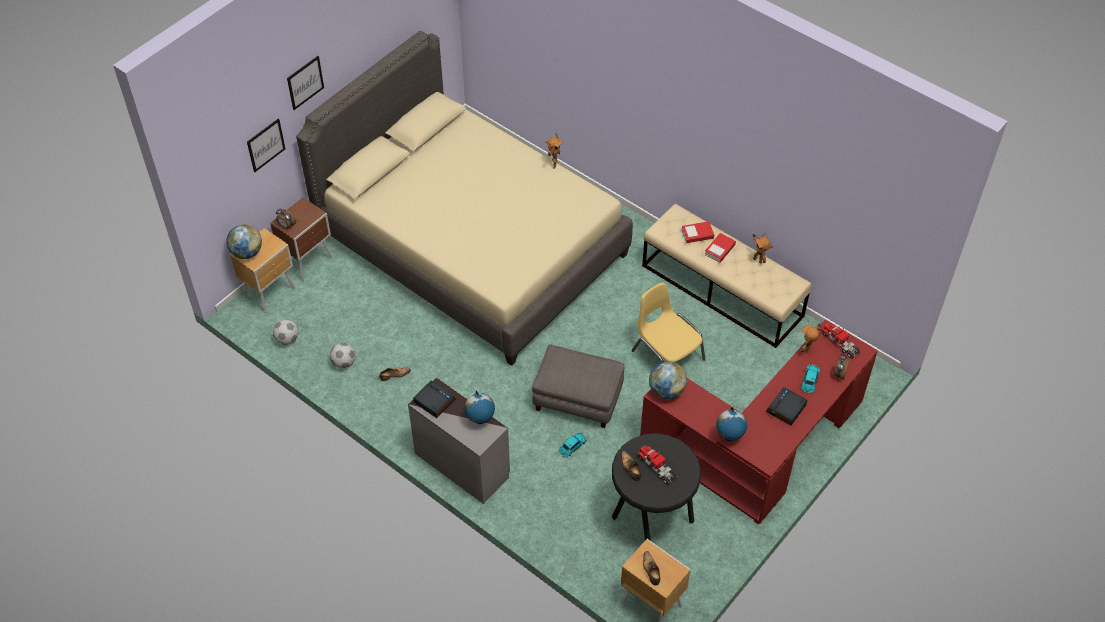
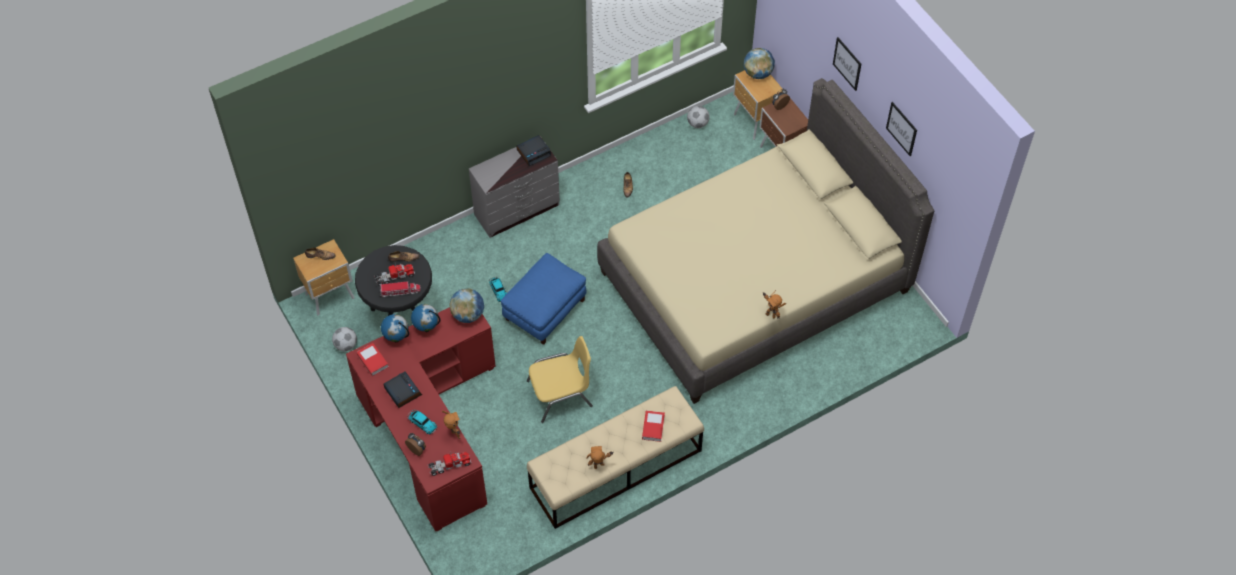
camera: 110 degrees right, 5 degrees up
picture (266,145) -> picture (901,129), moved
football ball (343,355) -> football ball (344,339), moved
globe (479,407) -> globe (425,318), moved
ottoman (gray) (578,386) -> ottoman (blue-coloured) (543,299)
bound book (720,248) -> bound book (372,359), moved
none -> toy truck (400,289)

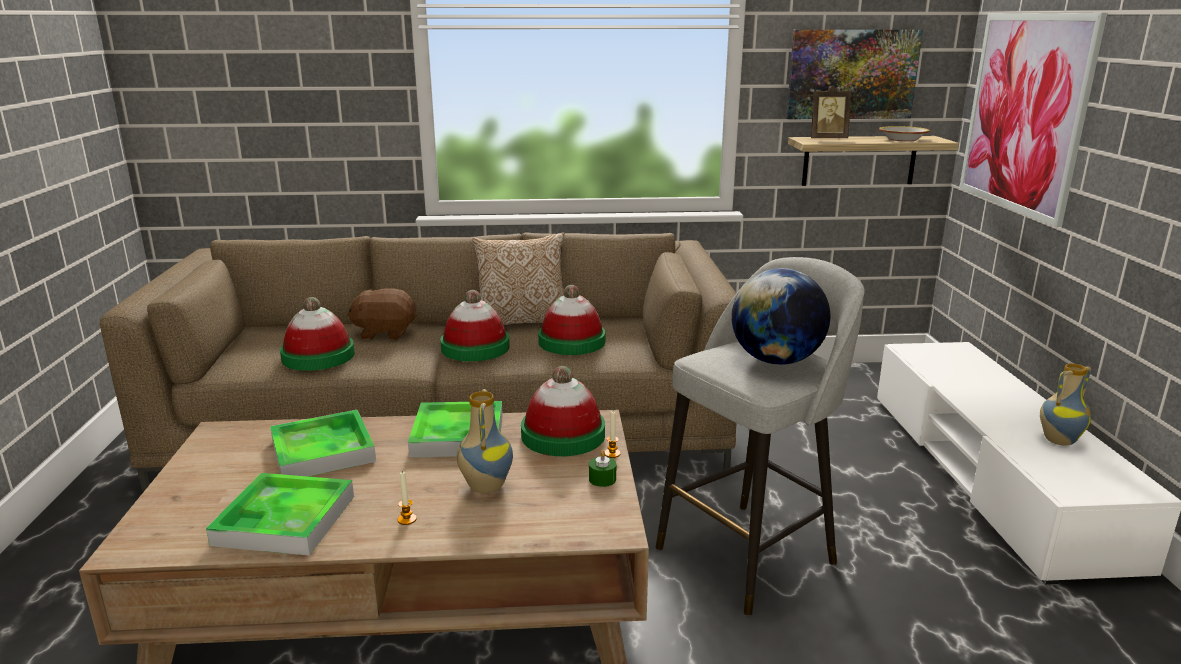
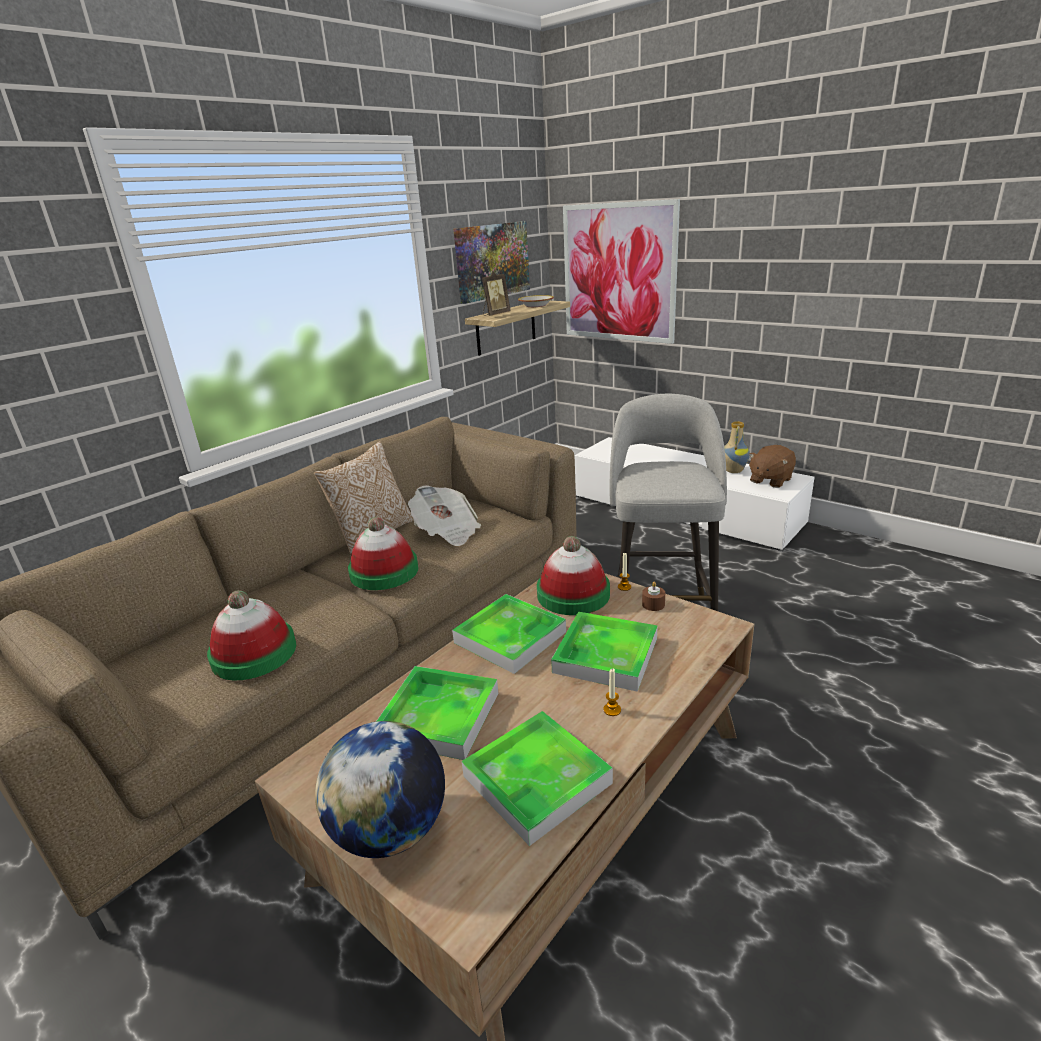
camera: 45 degrees left, 5 degrees up
soft toy (brownish) (382,314) -> soft toy (brownish) (772,466), moved
decorative vase (485,441) -> tray (604,652)
clothing hat (571,320) -> daily paper (444,515)
wax candle (green-coloured) (602,468) -> wax candle (brownish) (653,596)
globe (780,316) -> globe (380,789), moved

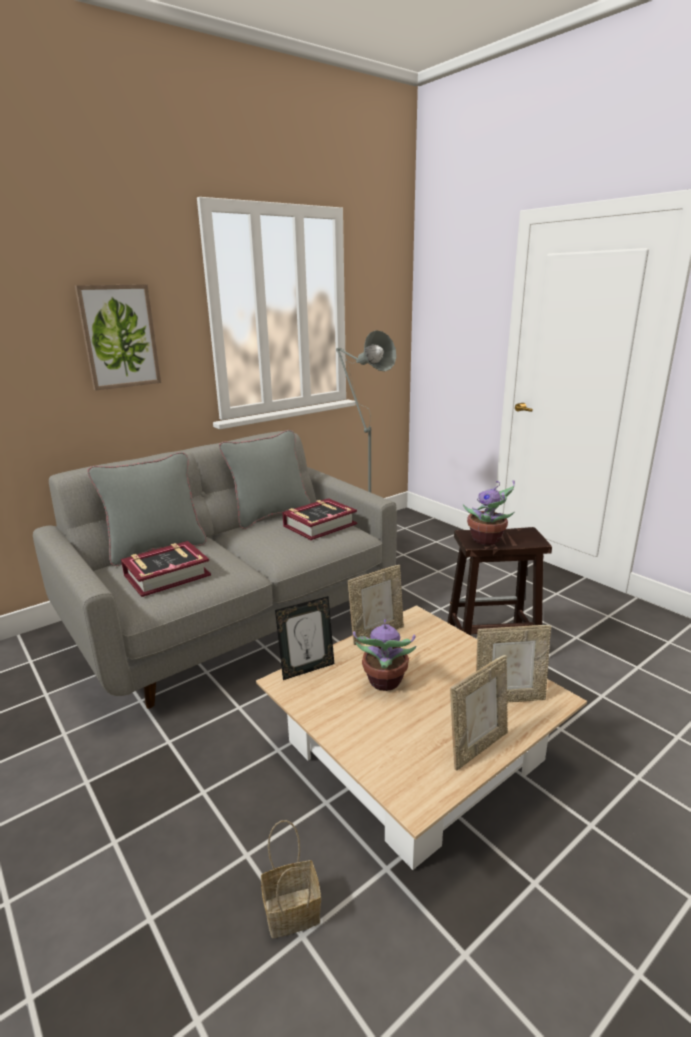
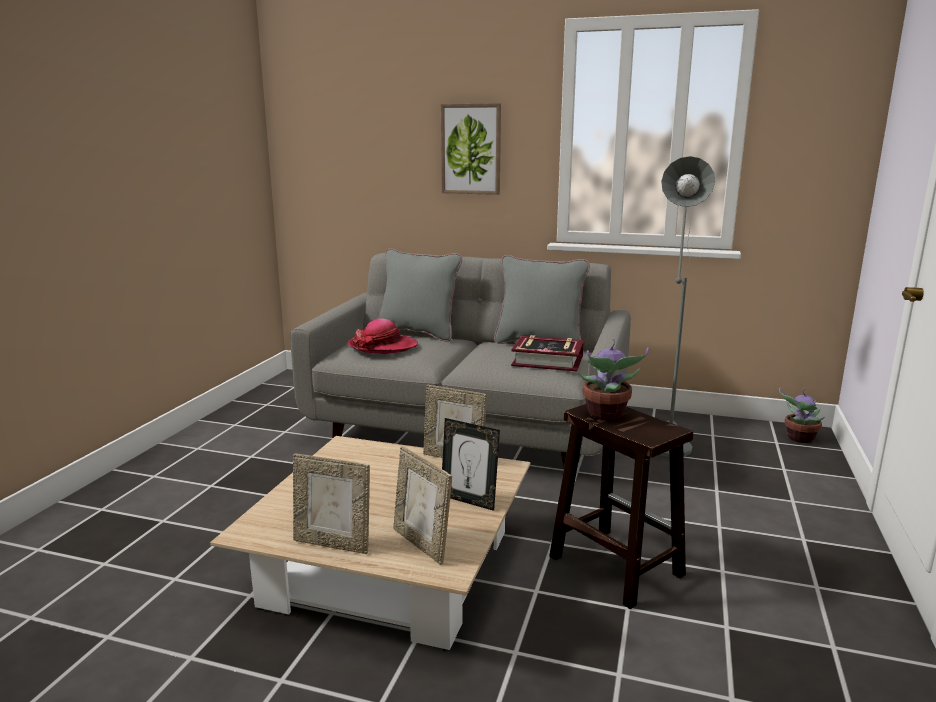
camera: 55 degrees right, 5 degrees down
bound book (166,569) -> clothing hat (382,336)
basket (291,879) -> none
standing frame (304,638) -> standing frame (471,464), moved
plant in a pot (384,655) -> plant in a pot (801,415), moved

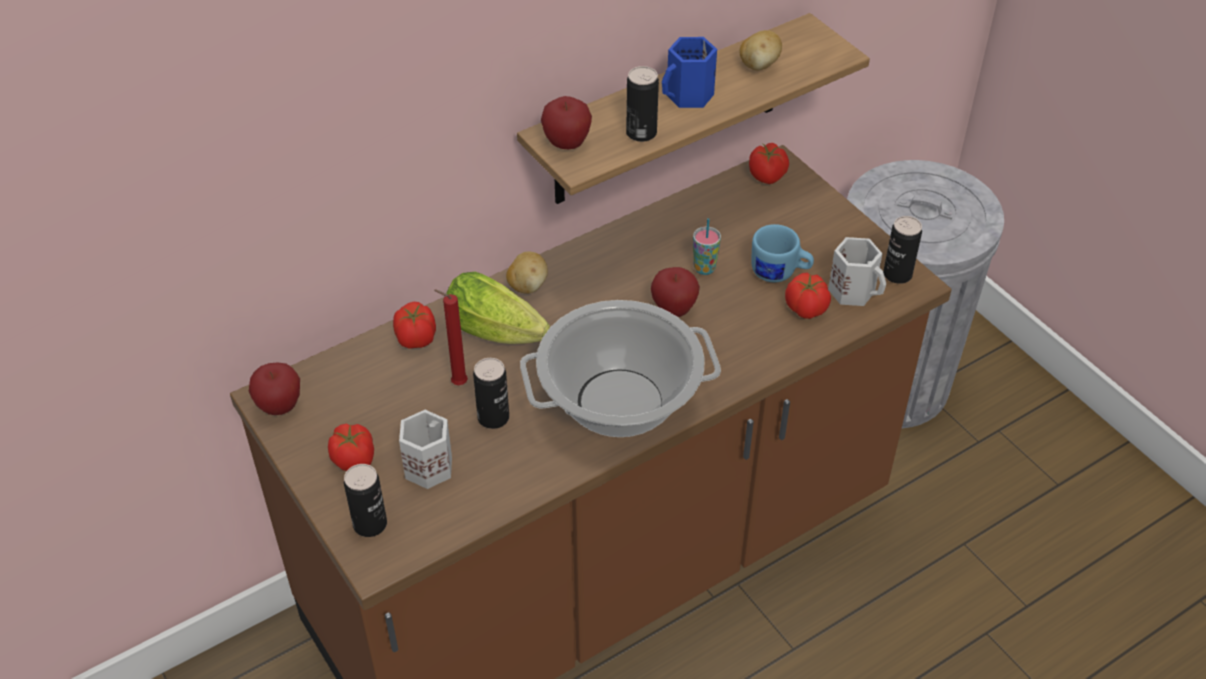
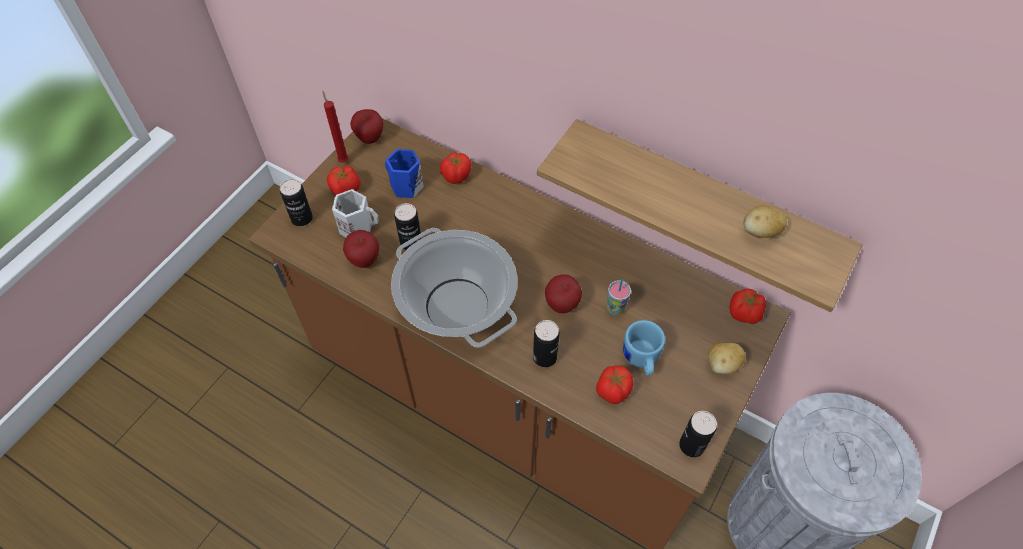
camera: 65 degrees right, 10 degrees up
wax candle (reddish) (451,337) -> wax candle (reddish) (335,127), moved
lettuce head (498,308) -> none
whole potato (527,272) -> whole potato (726,358), moved
apple fruit (566,122) -> apple fruit (361,249), moved
can (642,104) -> can (546,343), moved
tea mug (blue-coloured) (689,72) -> tea mug (blue-coloured) (404,173), moved
tea mug (white) (857,271) -> none

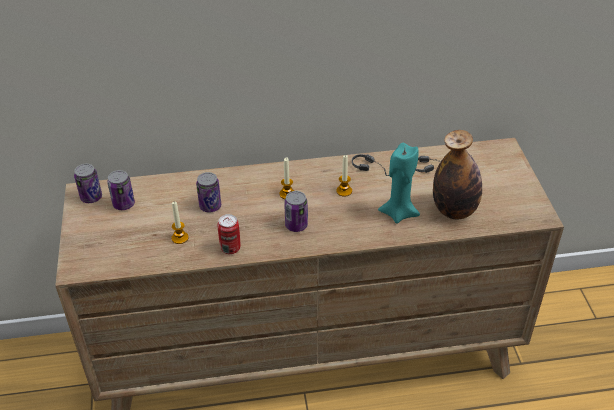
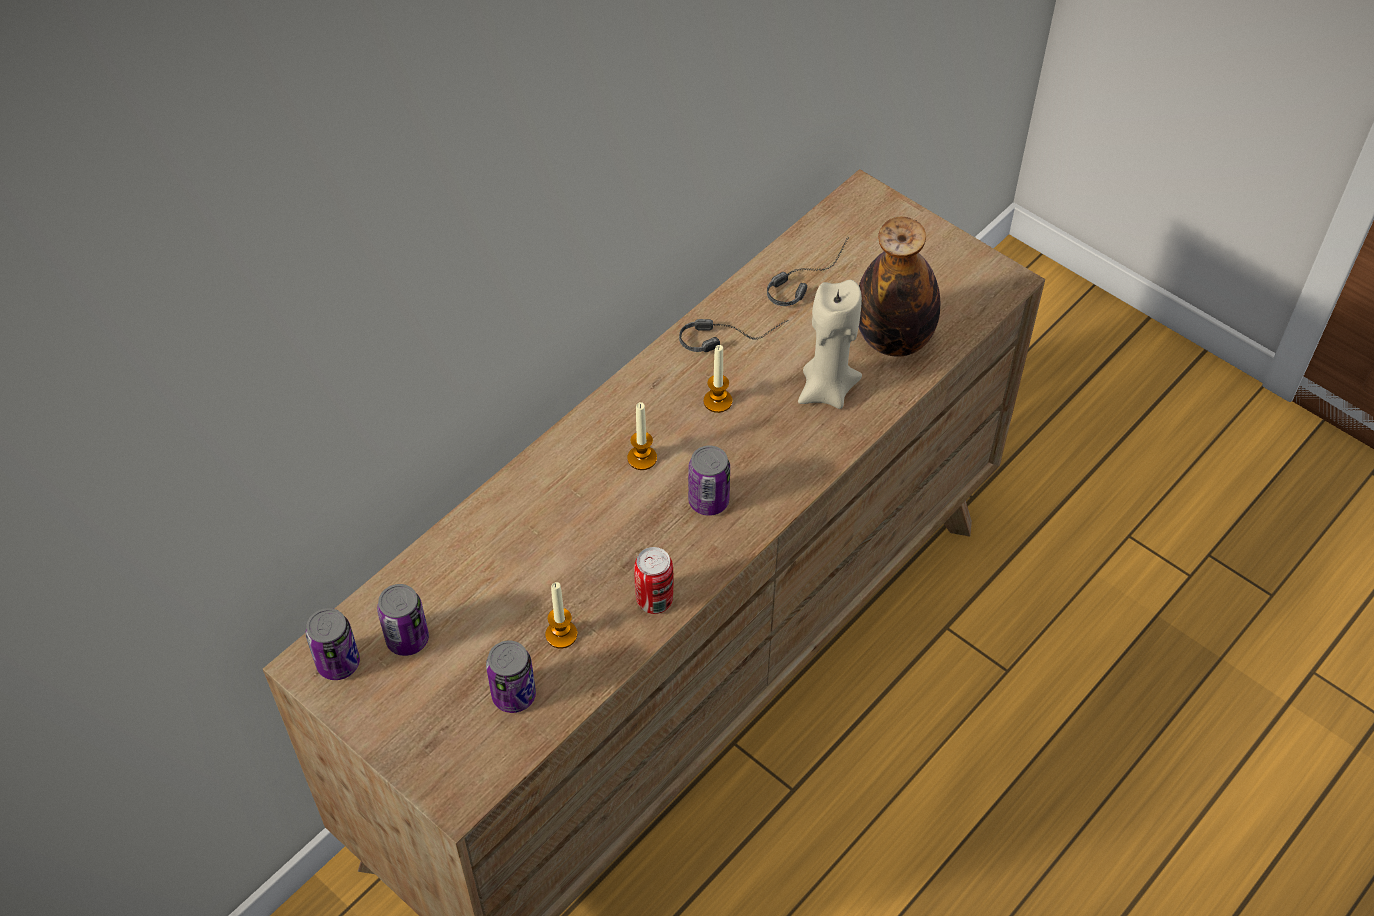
camera: 40 degrees left, 10 degrees up
can (208,192) -> can (511,677), moved
wax candle (turquoise) (399,183) -> wax candle (beige-coloured) (830,344)

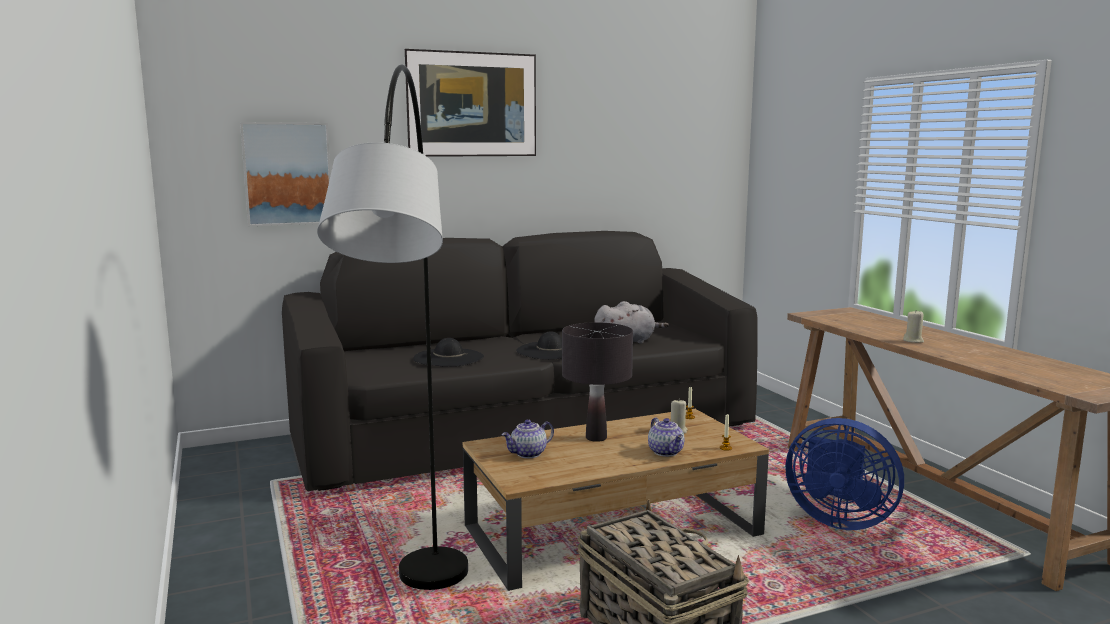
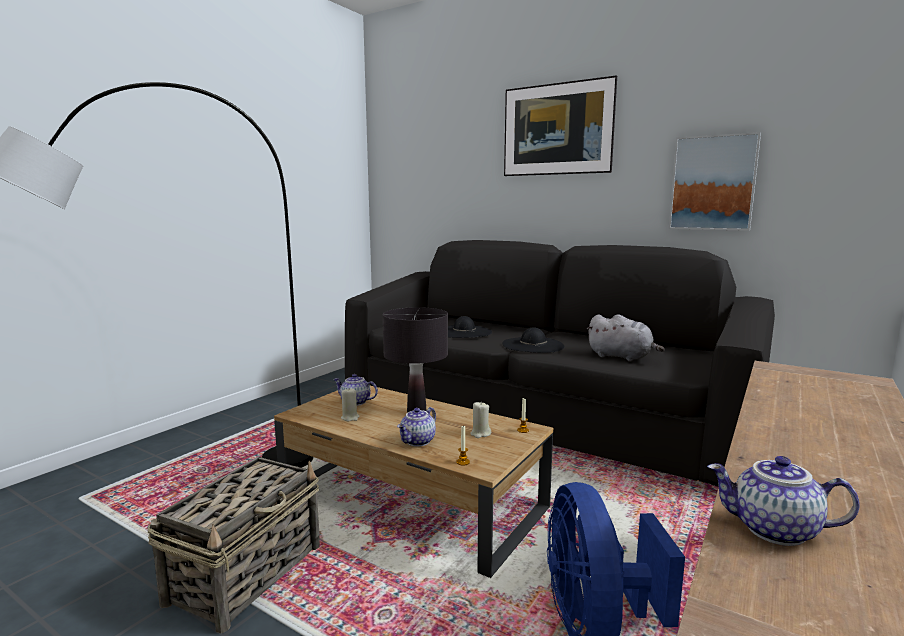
camera: 55 degrees right, 0 degrees up
picture (285,174) -> picture (715,181), moved
wax candle (beige-coloured) (913,327) -> wax candle (beige-coloured) (350,405), moved
none -> tea pot (783,501)

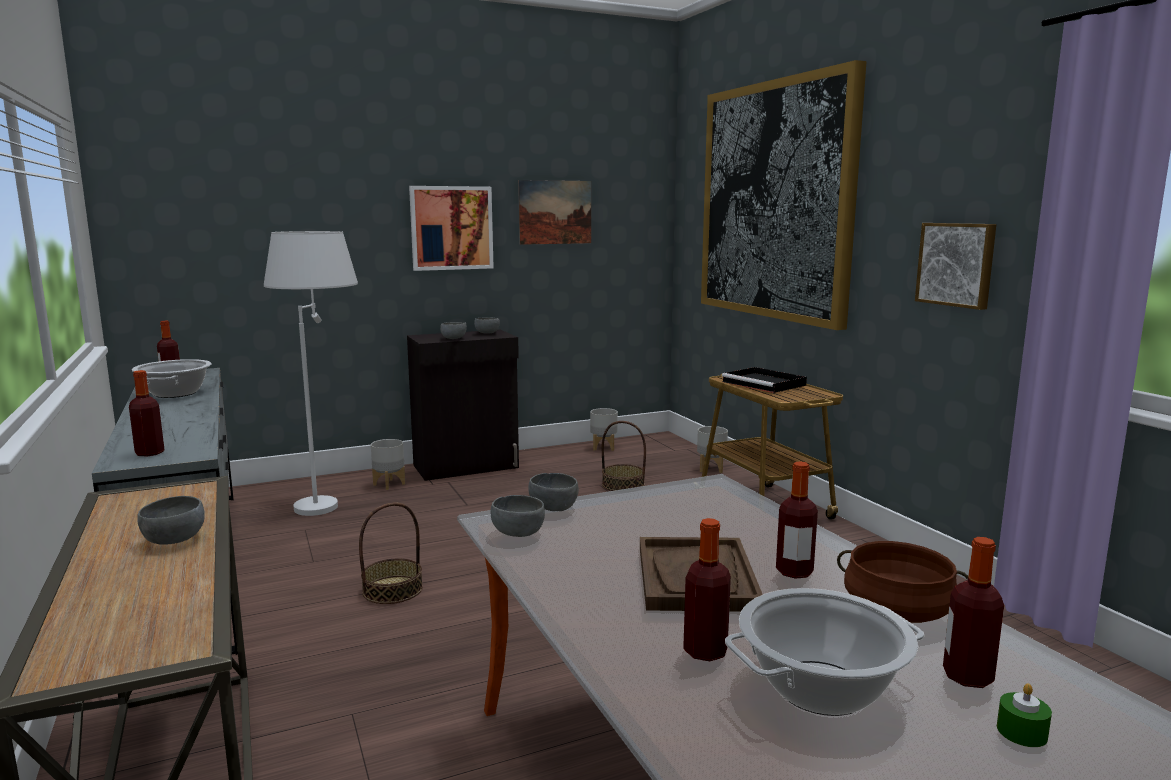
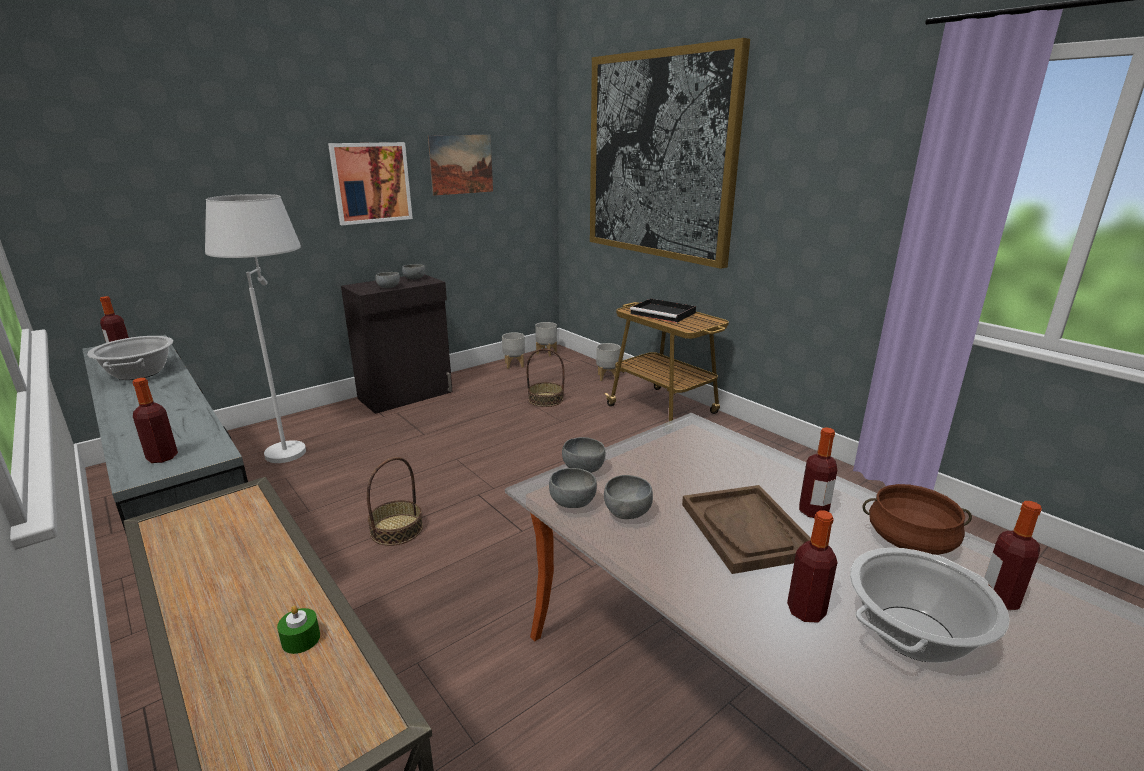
camera: 15 degrees left, 10 degrees up
deep dish (gray) (171,520) -> deep dish (gray) (628,497), moved
flower pot (gray) (388,464) -> flower pot (gray) (546,339), moved
picture (956,266) -> none
wax candle (green-coloured) (1024,715) -> wax candle (green-coloured) (298,630), moved

